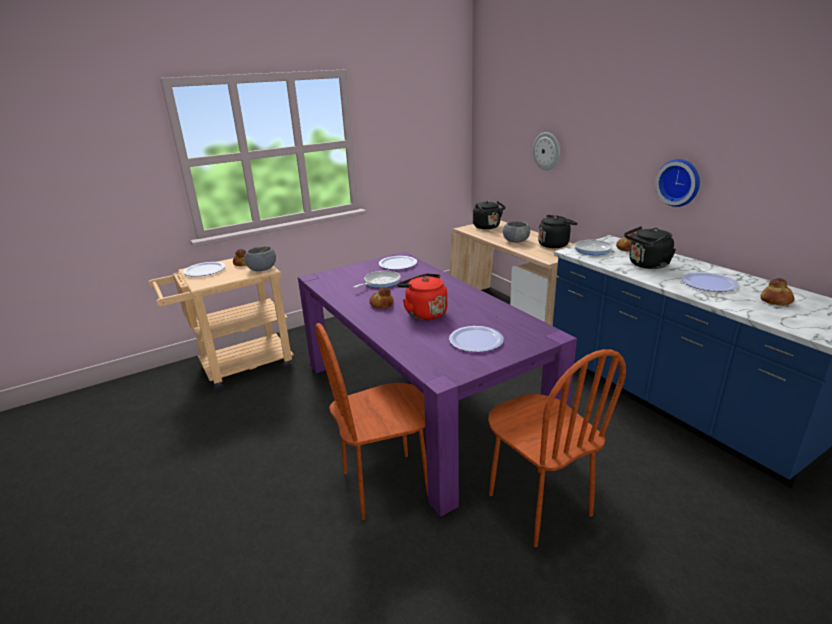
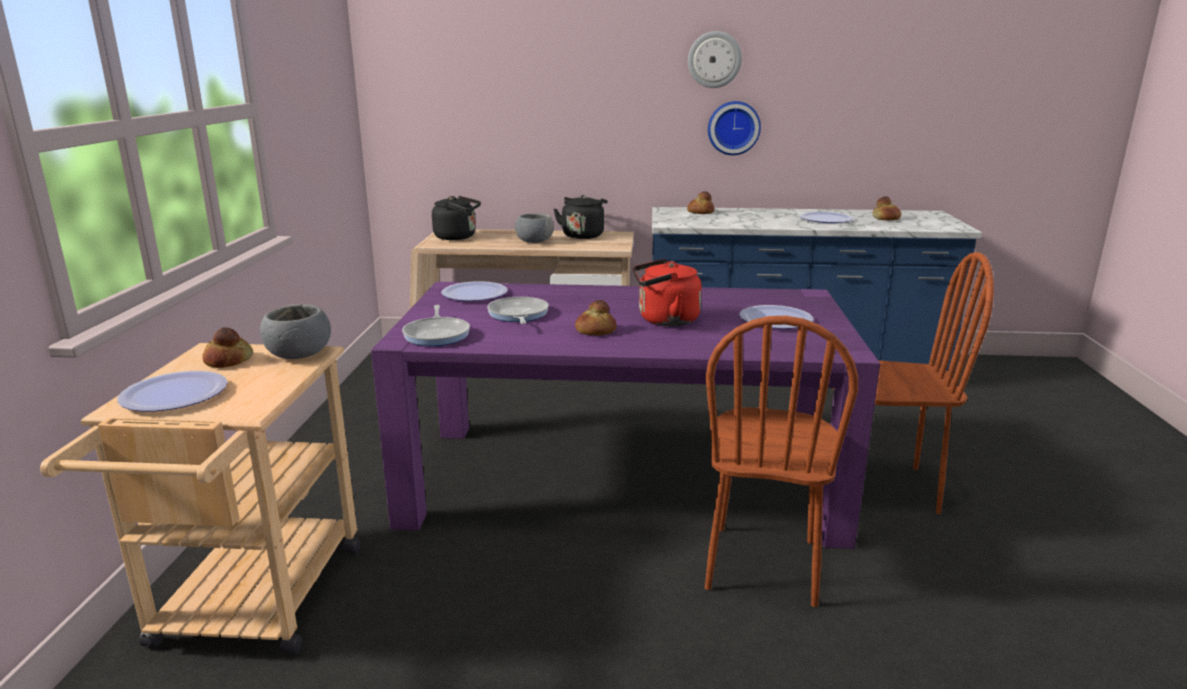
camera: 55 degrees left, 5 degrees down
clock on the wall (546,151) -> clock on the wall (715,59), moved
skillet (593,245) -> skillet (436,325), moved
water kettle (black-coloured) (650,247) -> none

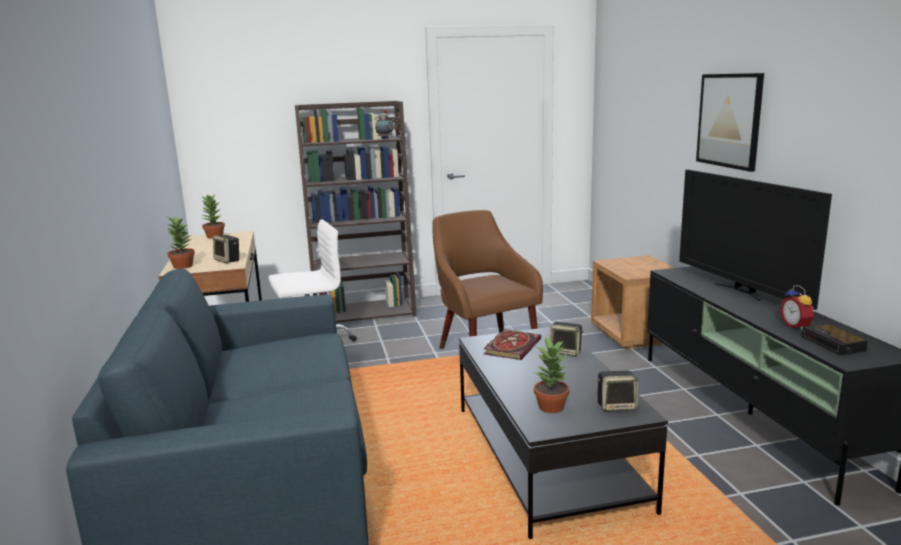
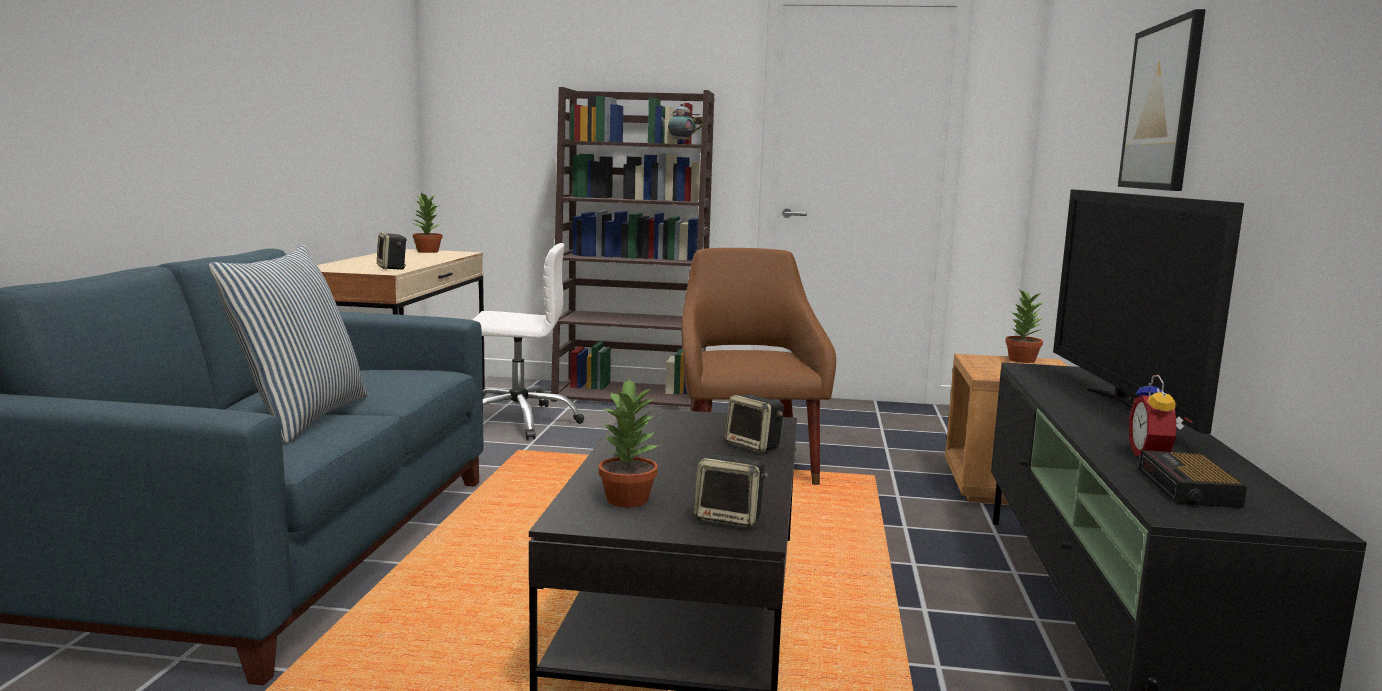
camera: 20 degrees right, 5 degrees down
plant in a pot (180,242) -> plant in a pot (1024,326), moved
bound book (512,344) -> none
none -> throw pillow (288,344)

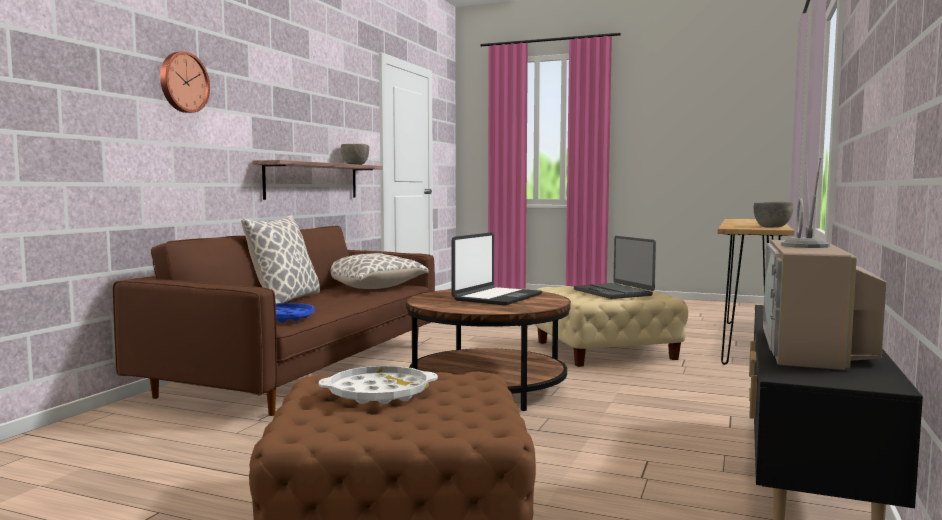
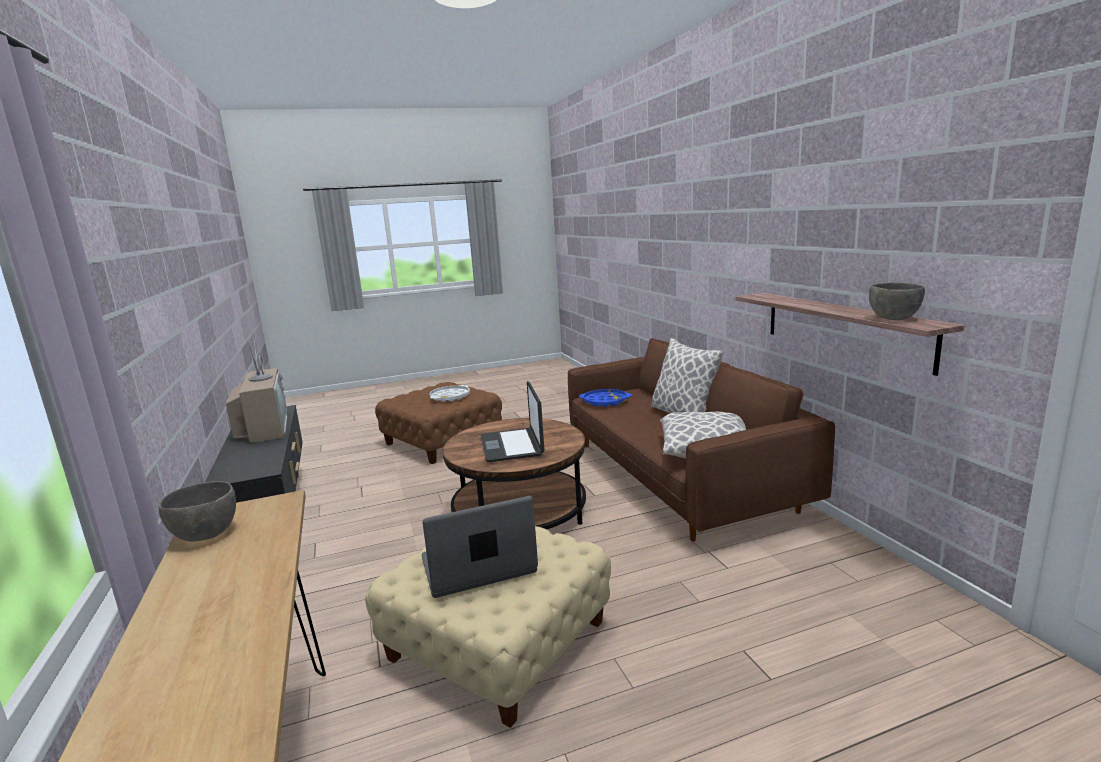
camera: 140 degrees right, 10 degrees up
clock on the wall (185,82) -> none
portable computer (615,267) -> portable computer (480,547), 45 degrees counterclockwise

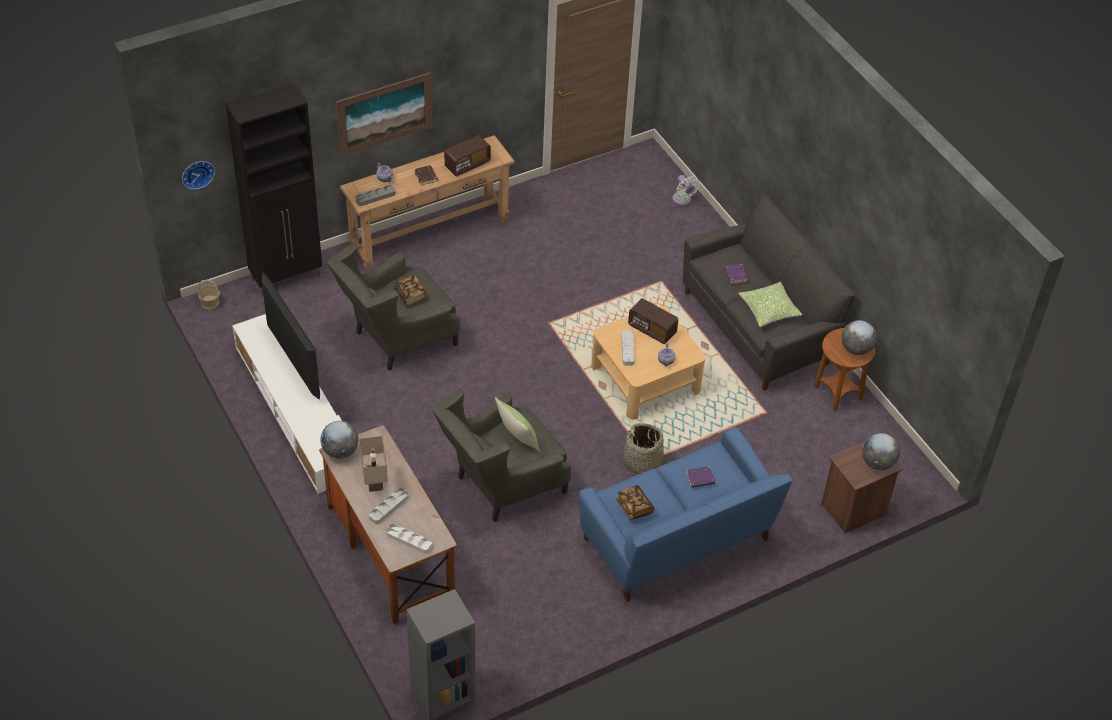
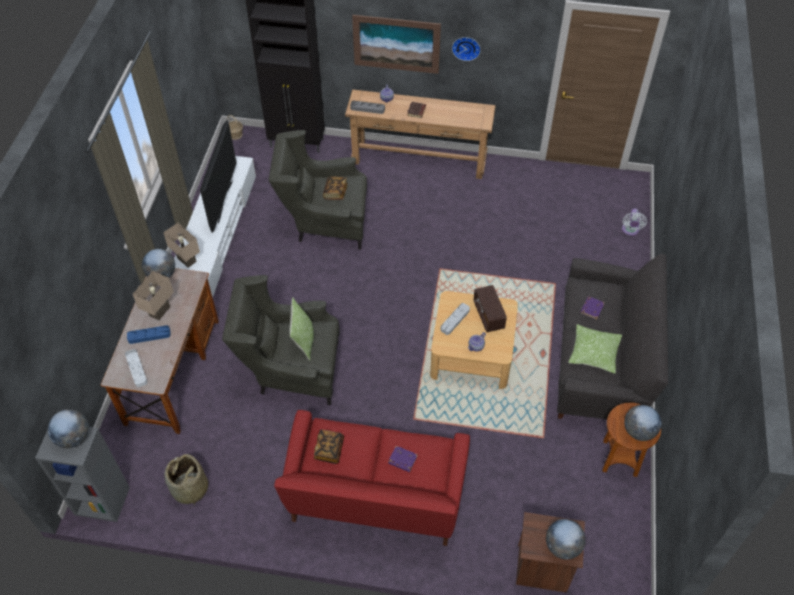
camera: 40 degrees right, 5 degrees up
clock on the wall (198,175) -> clock on the wall (466,49), moved
tray (gray) (389,506) -> tray (blue-coloured) (149,334)
radio receiver (467,155) -> none
sofa (blue-coloured) (685,514) -> sofa (reddish) (372,478)
basket (644,448) -> basket (186,481), moved
none -> globe (68,428)
none -> tabletop lamp (beige-coloured) (181,245)

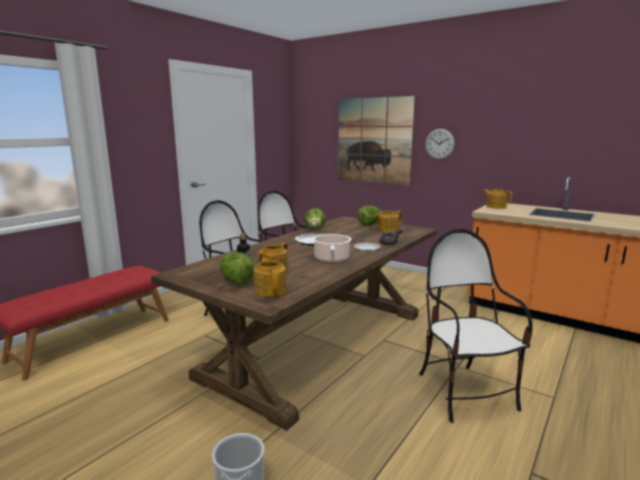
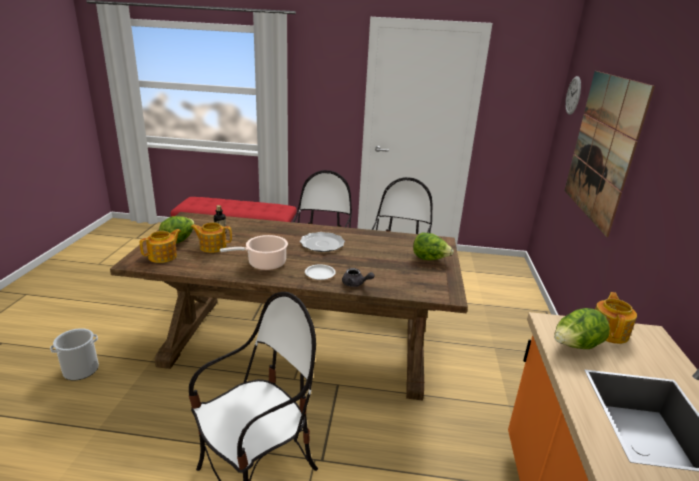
camera: 60 degrees right, 10 degrees up
lettuce head (315,219) -> lettuce head (582,328), moved
tea pot (389,221) -> none
clock on the wall (440,144) -> clock on the wall (573,95), moved

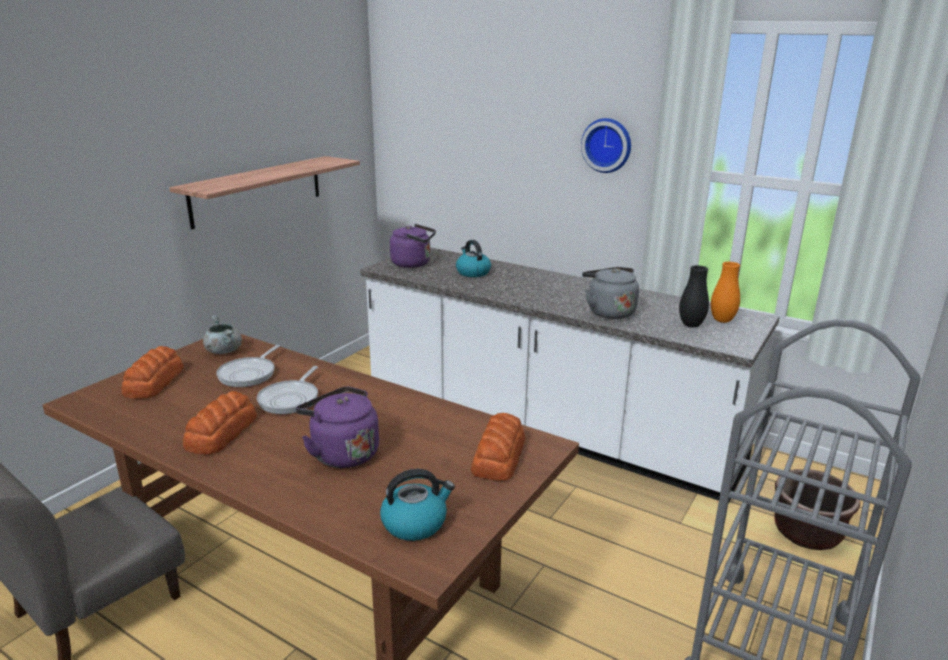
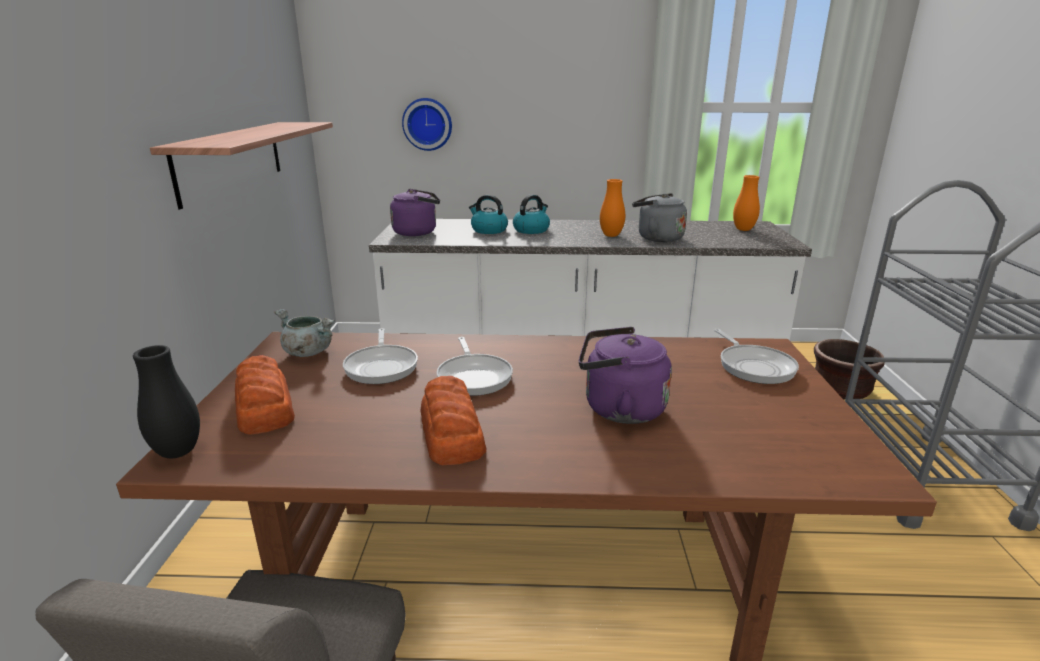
camera: 30 degrees left, 0 degrees up
water kettle (417,505) -> water kettle (531,214), moved
bread (498,447) -> skillet (756,356)
clock on the wall (606,145) -> clock on the wall (427,124), moved
decorative vase (black-coloured) (694,296) -> decorative vase (black-coloured) (166,402), moved
none -> decorative vase (orange) (612,208)

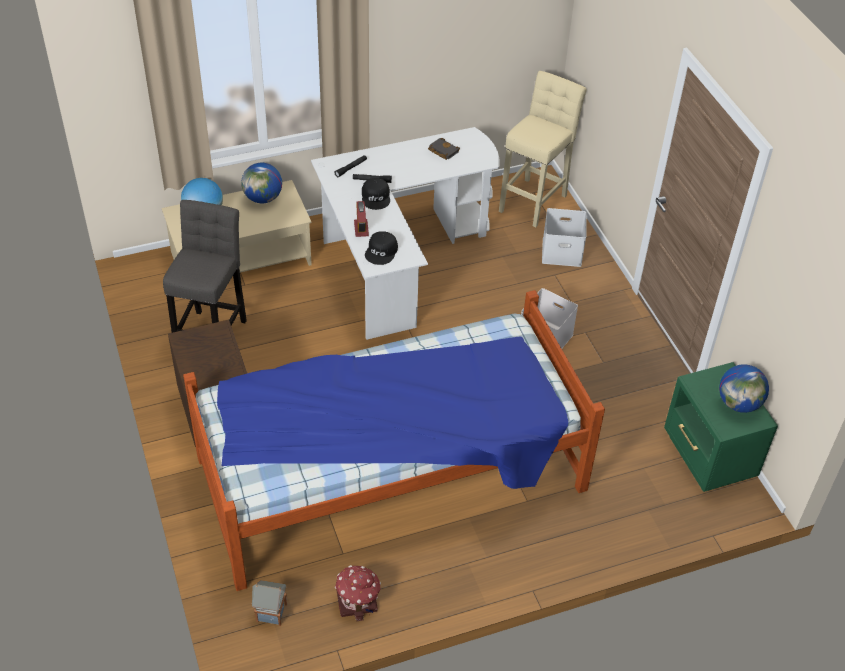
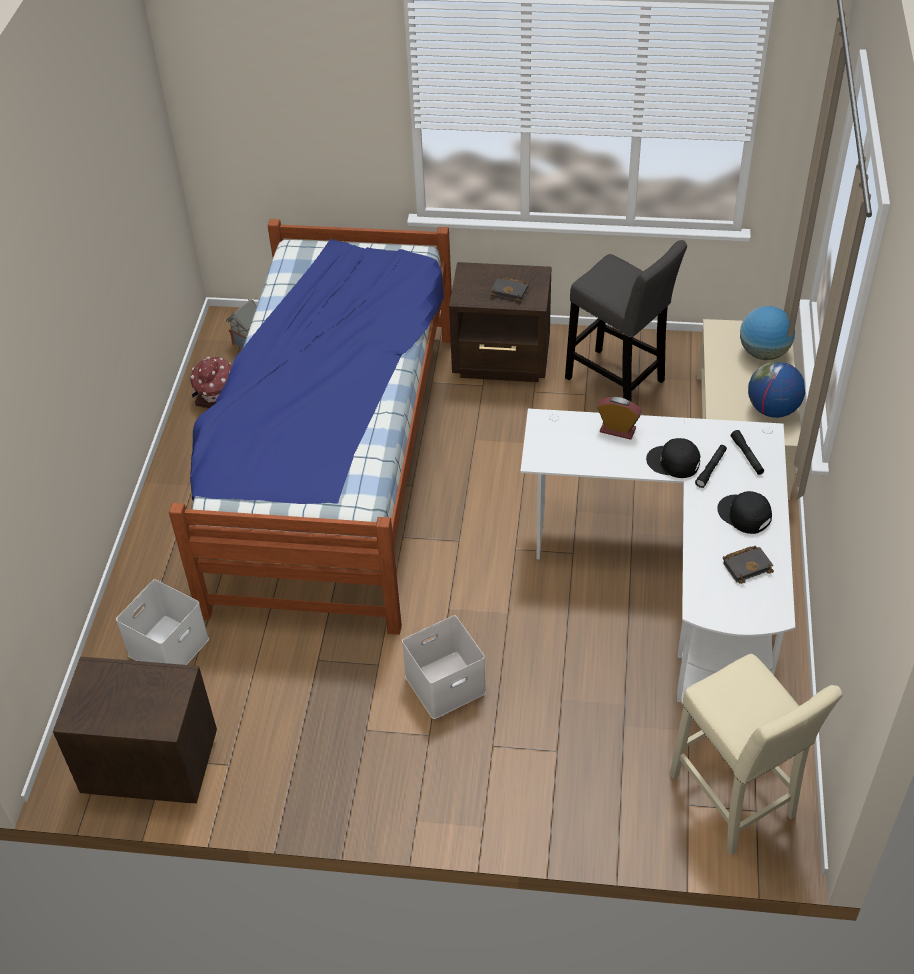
camera: 120 degrees right, 0 degrees up
cap (black-coloured) (381,248) -> cap (black-coloured) (744,512), moved
storage bin (white) (564,237) -> storage bin (white) (162,622), moved
nightstand (green-coloured) (721,427) -> nightstand (brownish) (135,730)
globe (744,388) -> none
none -> bound book (black-coloured) (509,289)

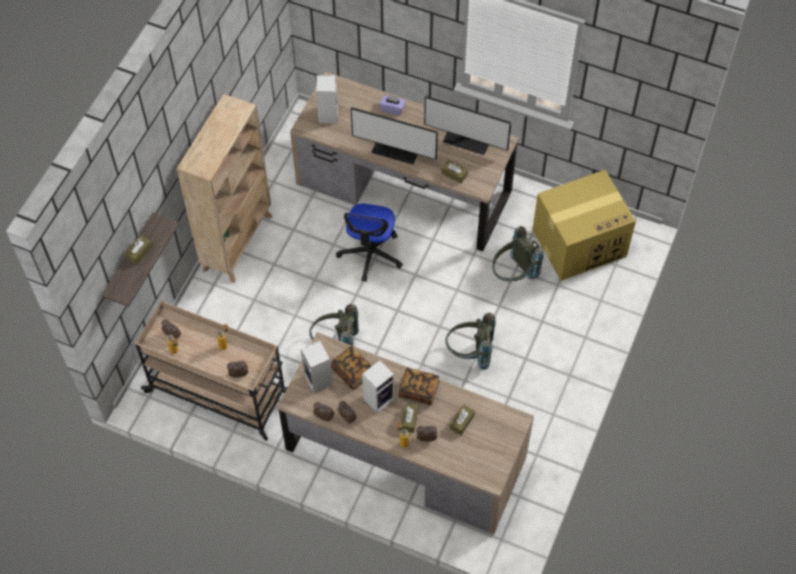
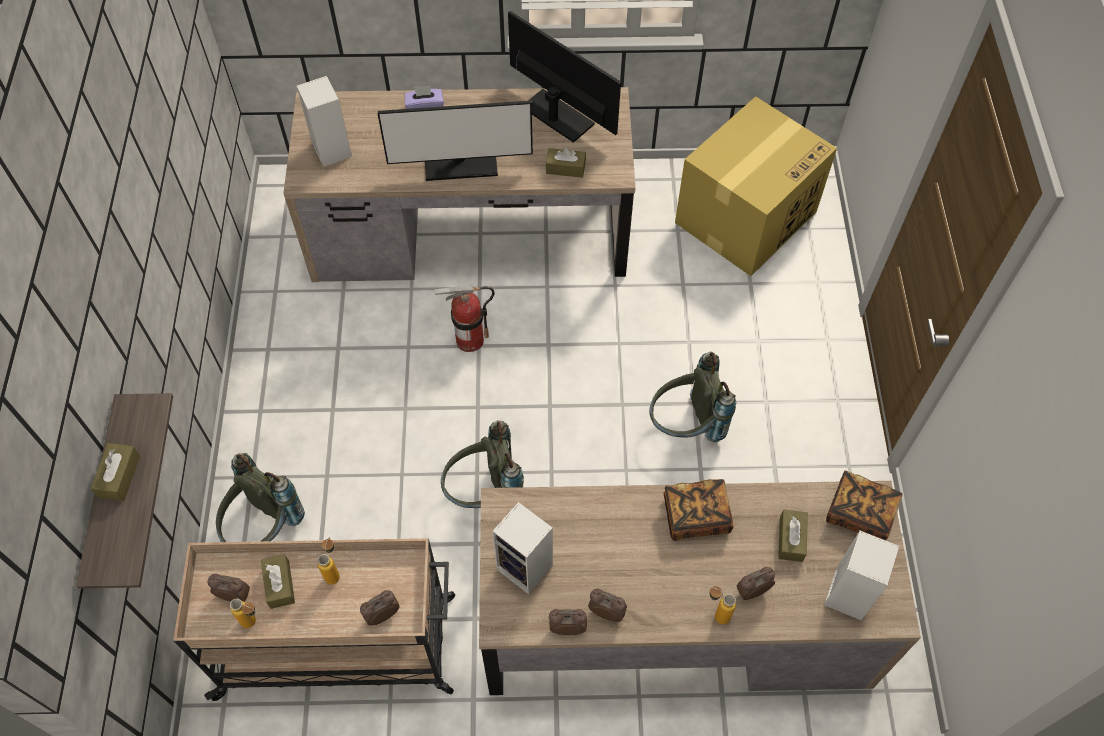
camera: 25 degrees left, 0 degrees up
shelving unit (beige-coloured) (224,188) -> none
bound book (351,368) -> bound book (864,505), moved
computer chair (369,242) -> extinguisher (464,319)
audio speaker (378,387) -> audio speaker (861,575), moved
box of tissues (brownish) (409,418) -> box of tissues (brownish) (278,581), moved
monitor (467,125) -> monitor (564,77), 135 degrees counterclockwise
rucksack (gray) (518,254) -> rucksack (gray) (260,497), moved

